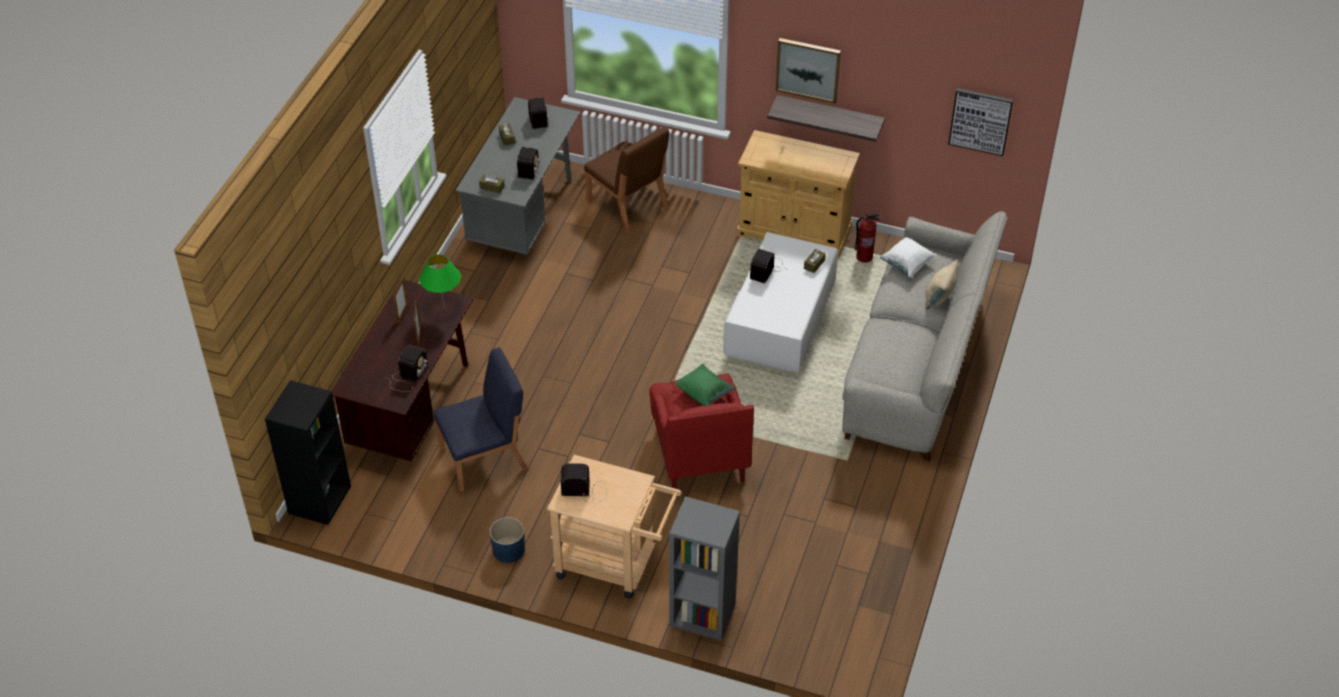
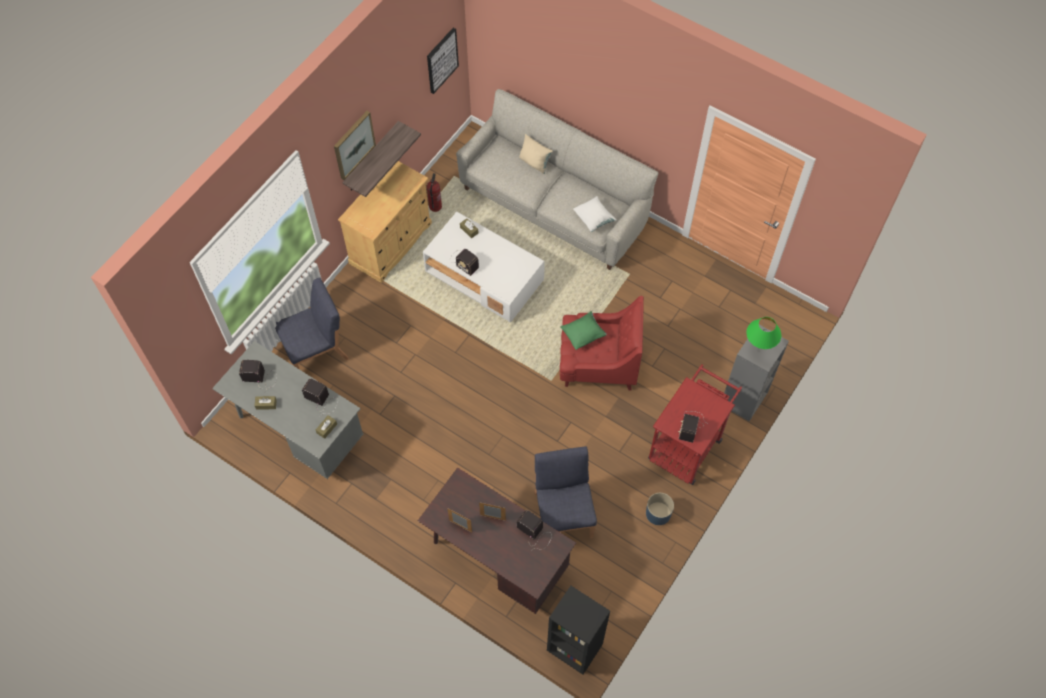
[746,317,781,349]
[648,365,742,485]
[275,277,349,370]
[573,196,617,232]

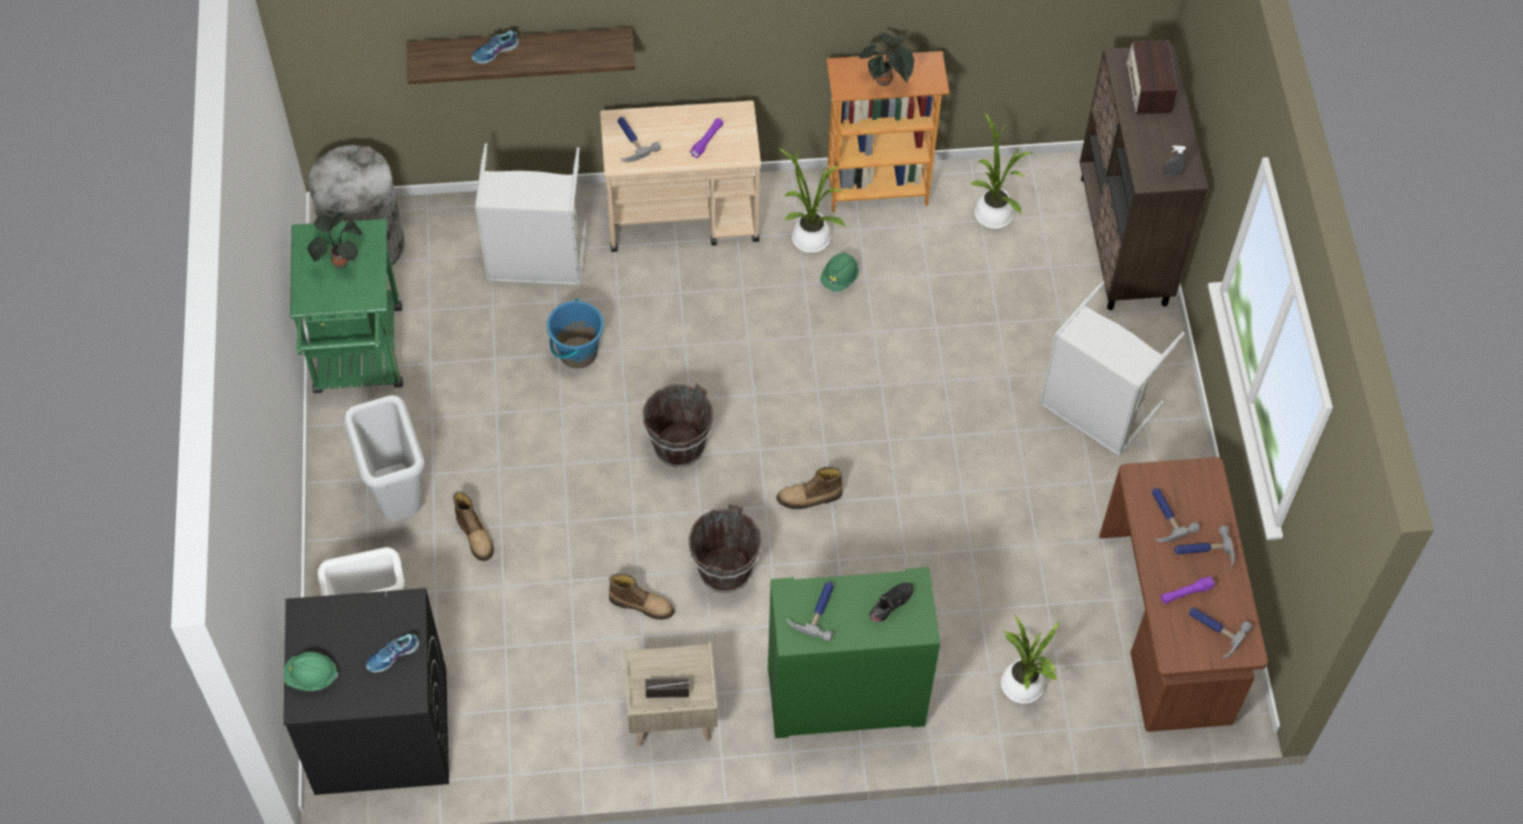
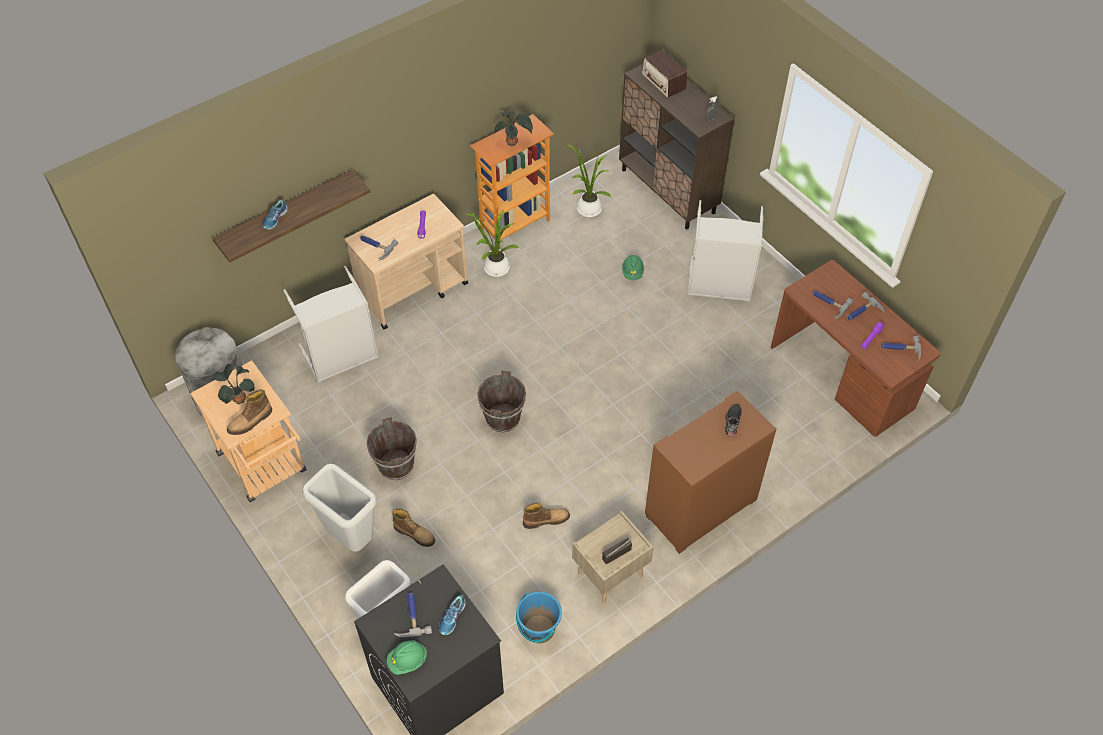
[190,360,307,502]
[516,592,562,643]
[366,417,417,480]
[645,391,776,554]
[227,389,272,435]
[395,592,432,638]
[622,255,644,280]
[1001,614,1060,704] (first image)

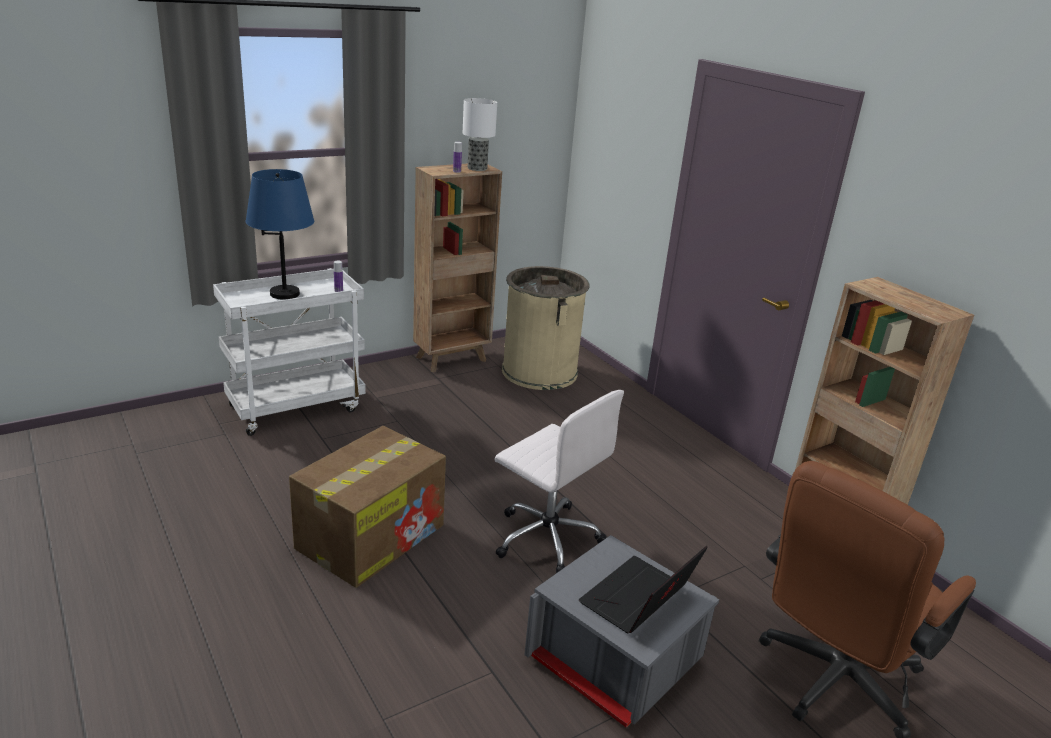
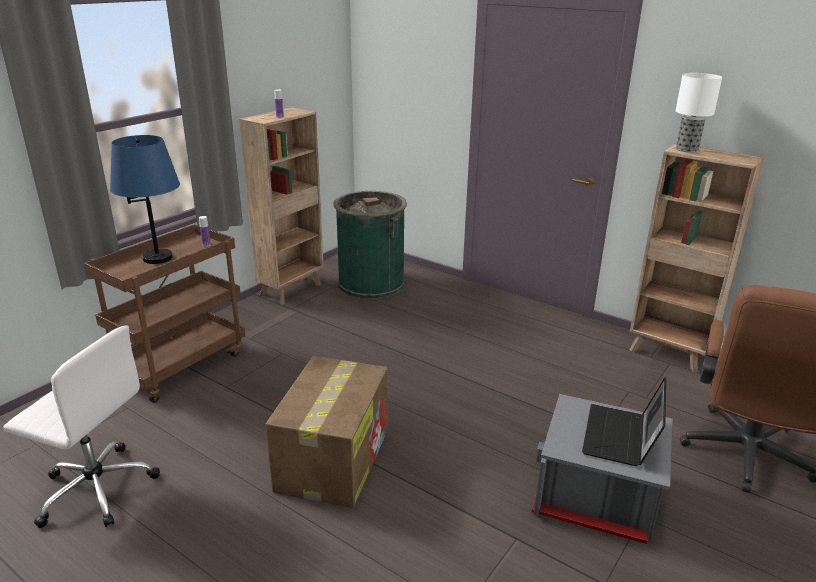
[84,224,245,403]
[676,73,722,153]
[3,325,160,528]
[333,191,407,299]

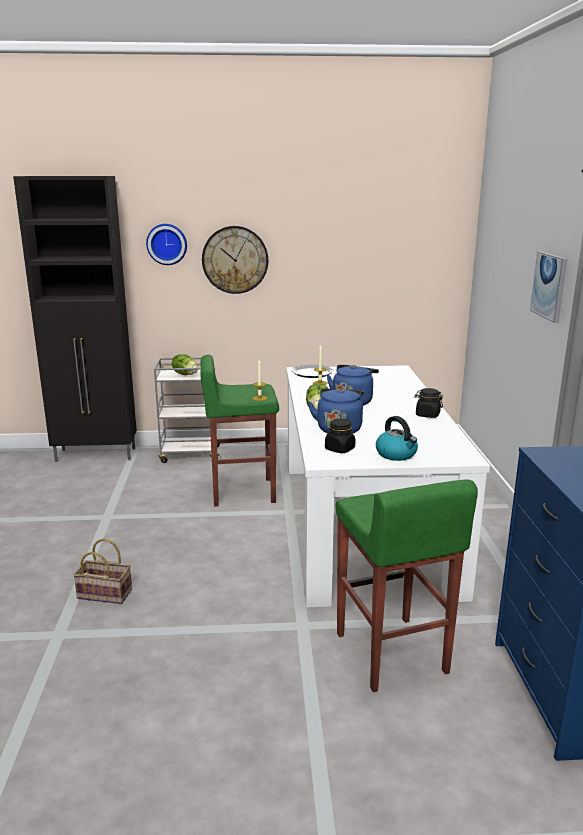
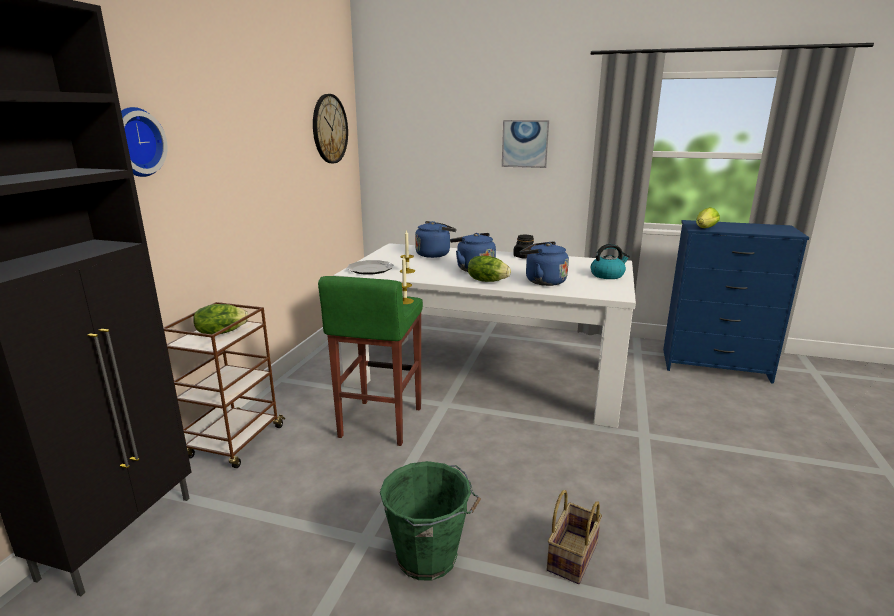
[163,302,285,468]
[313,94,348,163]
[325,419,356,453] (first image)
[335,479,478,692] (first image)
[380,461,481,580]
[415,221,456,258]
[696,207,720,228]

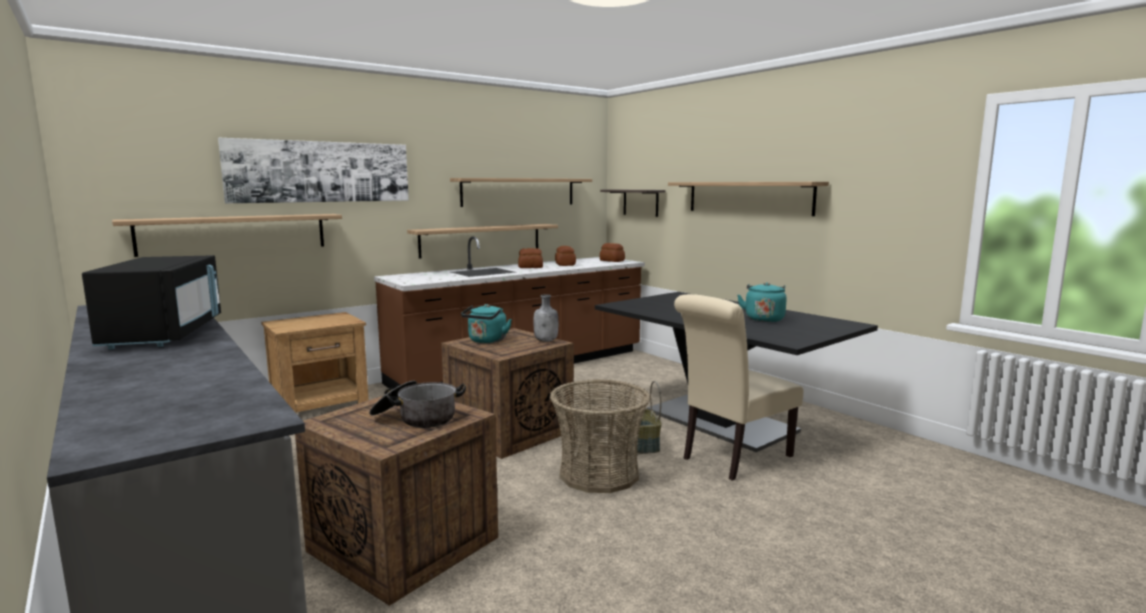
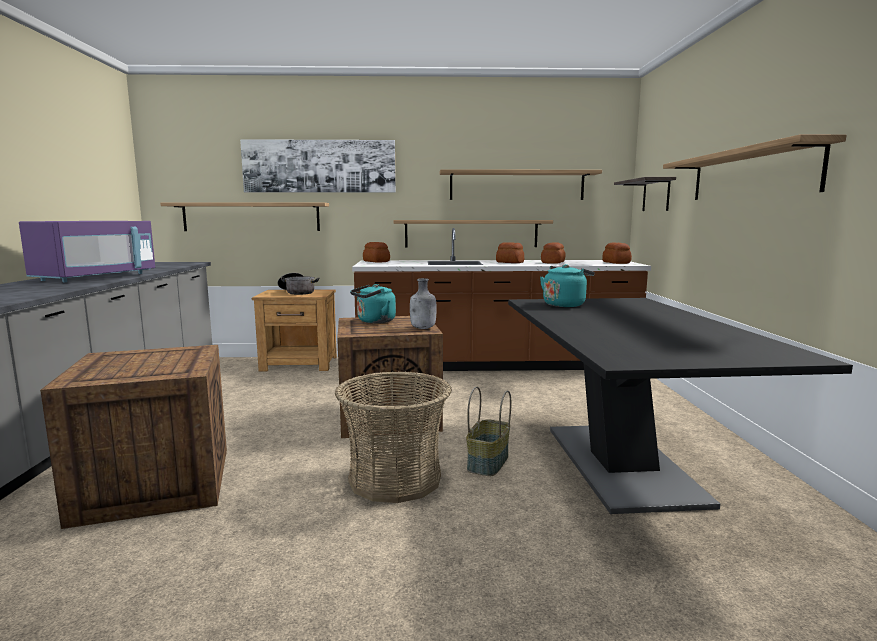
[19,221,155,282]
[278,273,319,295]
[674,294,803,481] (first image)
[540,264,595,307]
[363,242,390,263]

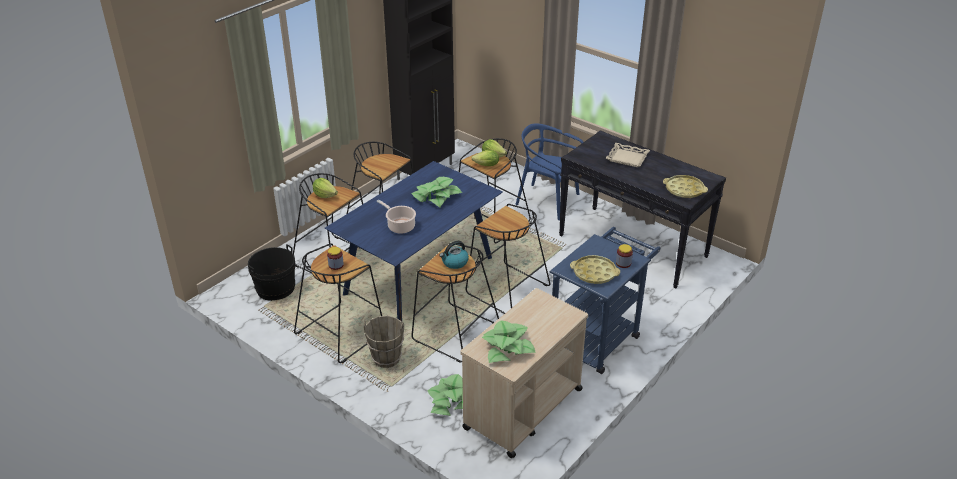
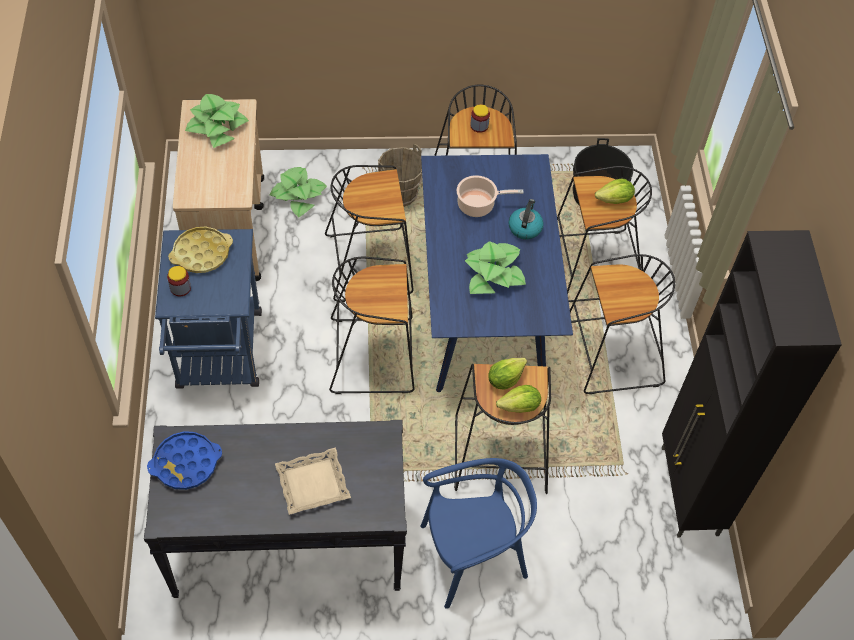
[508,199,544,240]
[147,431,222,490]

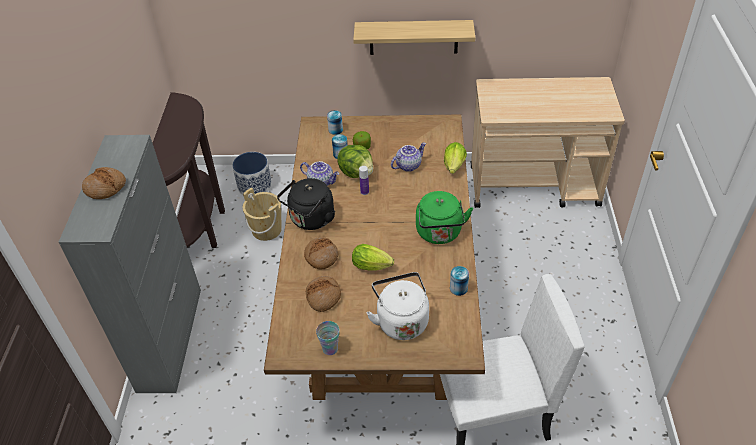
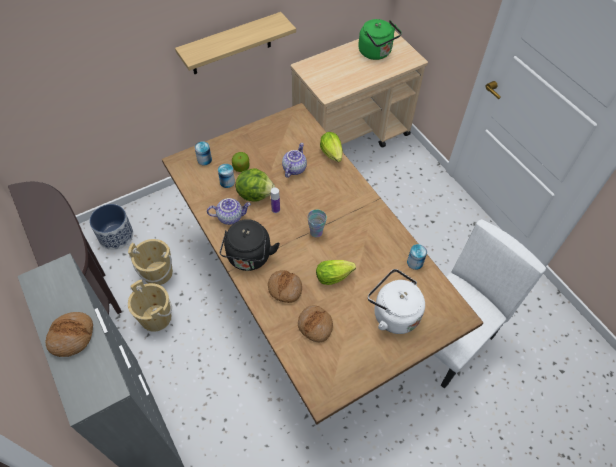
[307,209,327,237]
[358,19,402,60]
[128,279,172,332]

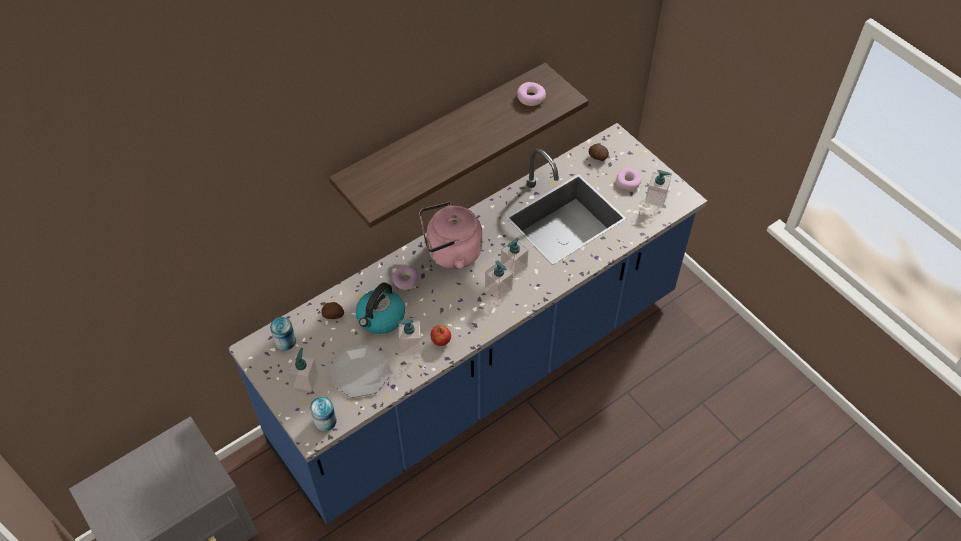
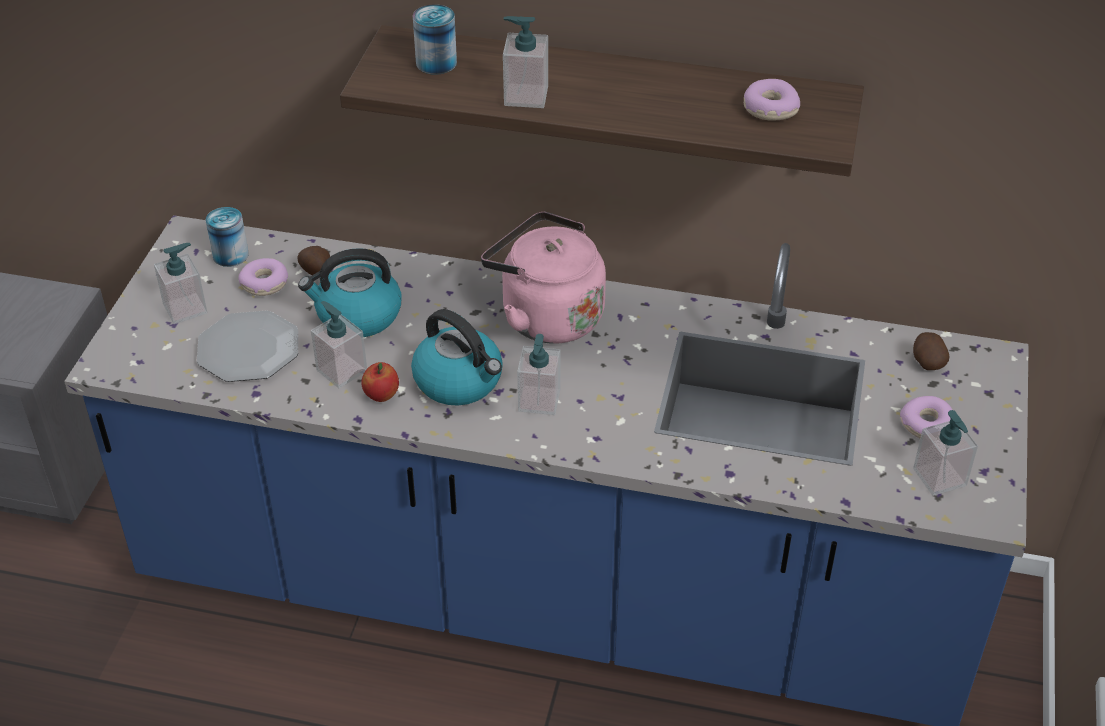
[413,4,457,75]
[238,258,288,296]
[503,16,548,108]
[411,309,503,405]

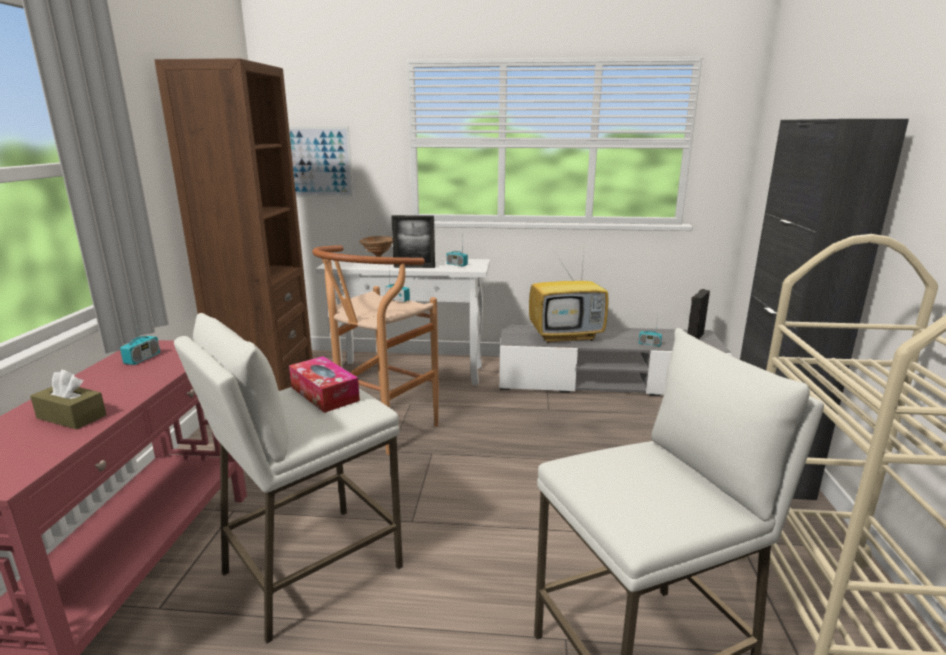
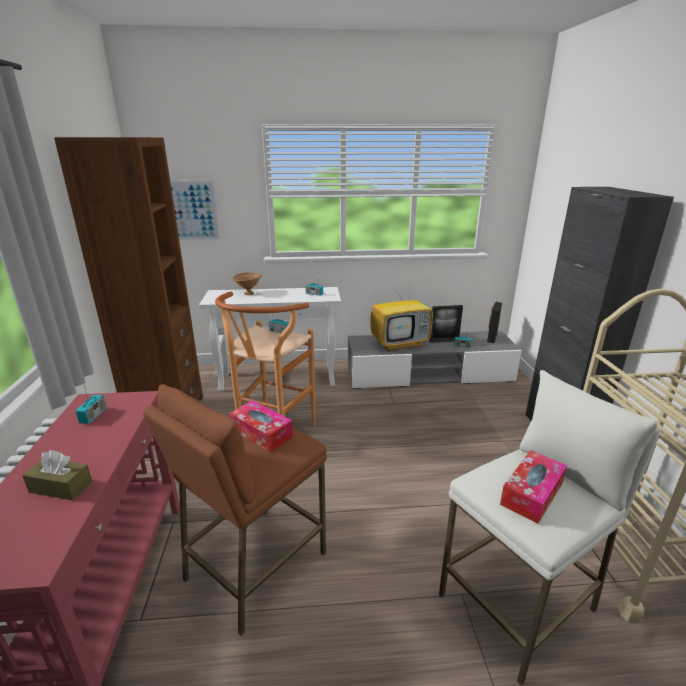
[143,384,327,636]
[429,305,463,343]
[500,450,567,524]

